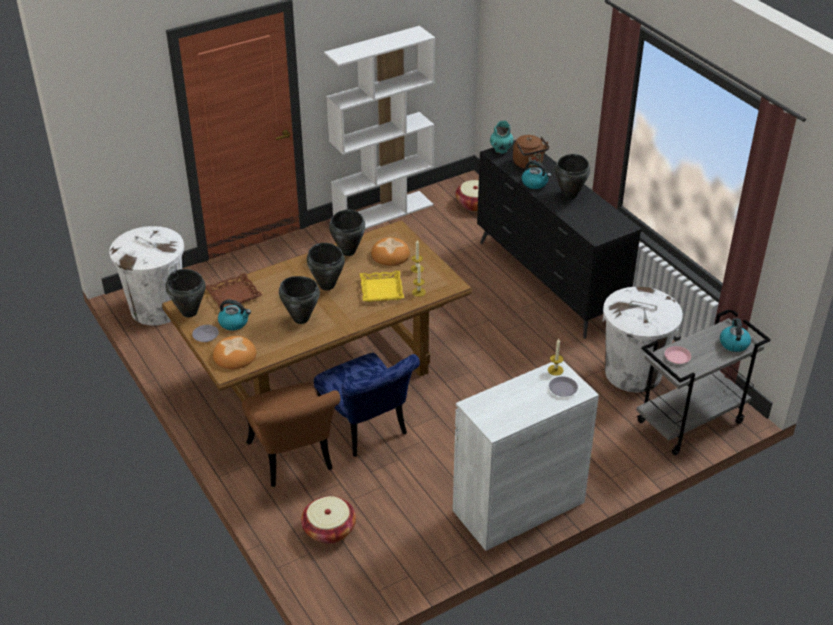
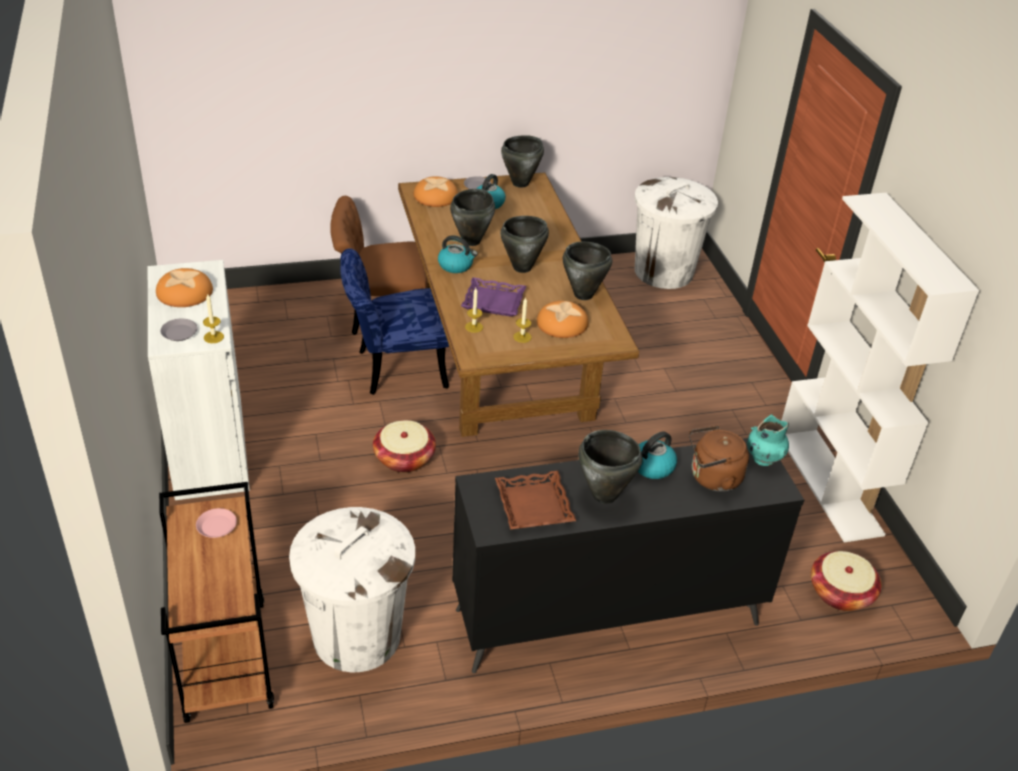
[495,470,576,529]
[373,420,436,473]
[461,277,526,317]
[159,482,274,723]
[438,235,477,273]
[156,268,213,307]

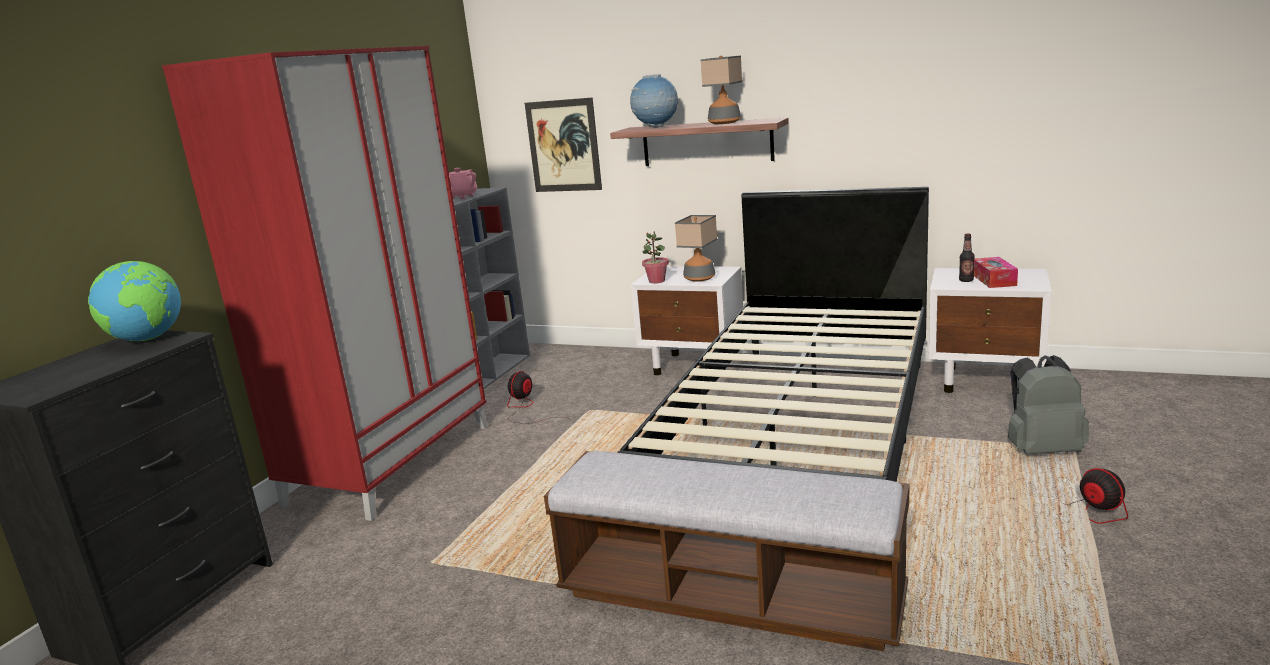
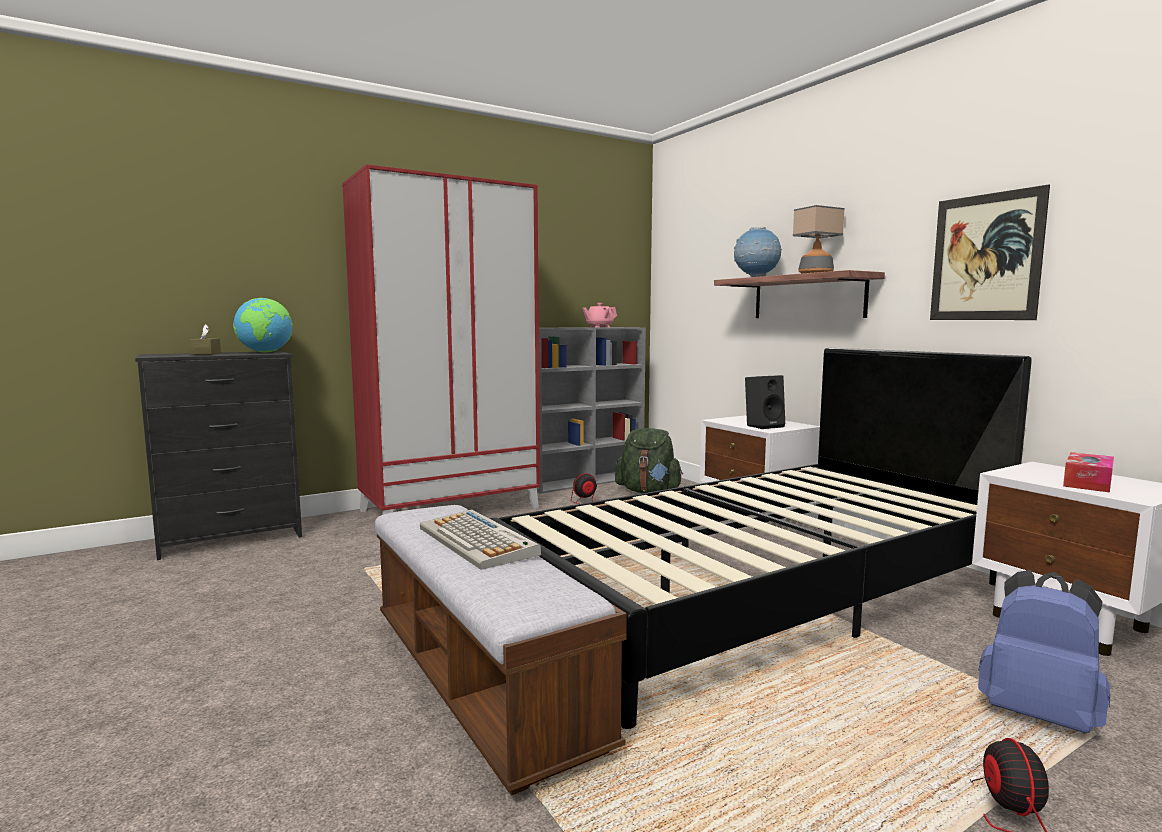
[930,184,1050,320]
[642,232,669,283] (first image)
[745,375,785,429]
[959,234,975,282] (first image)
[978,570,1110,733]
[190,324,221,355]
[420,509,541,570]
[615,428,683,493]

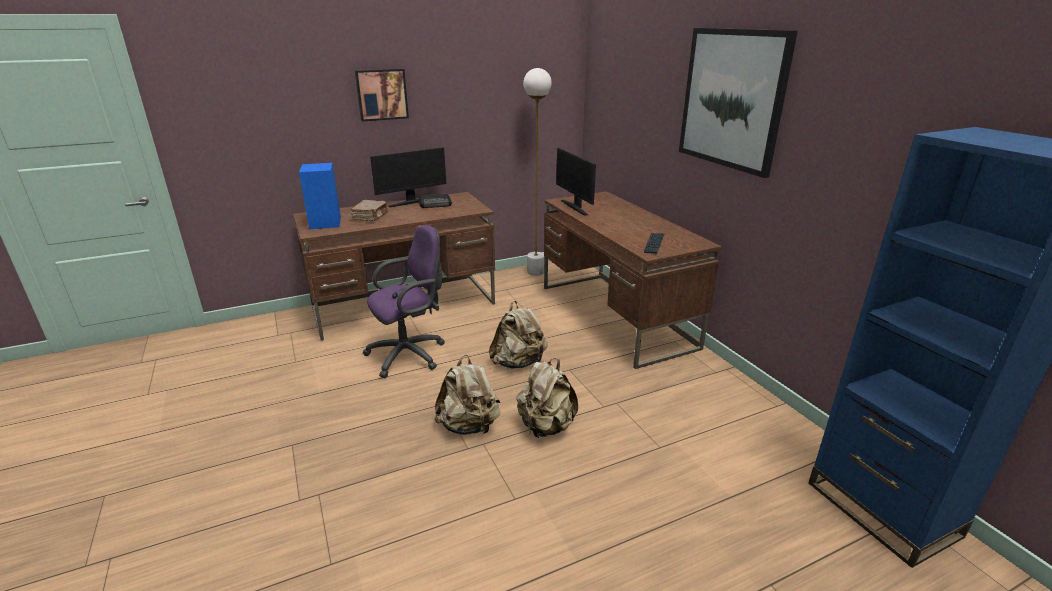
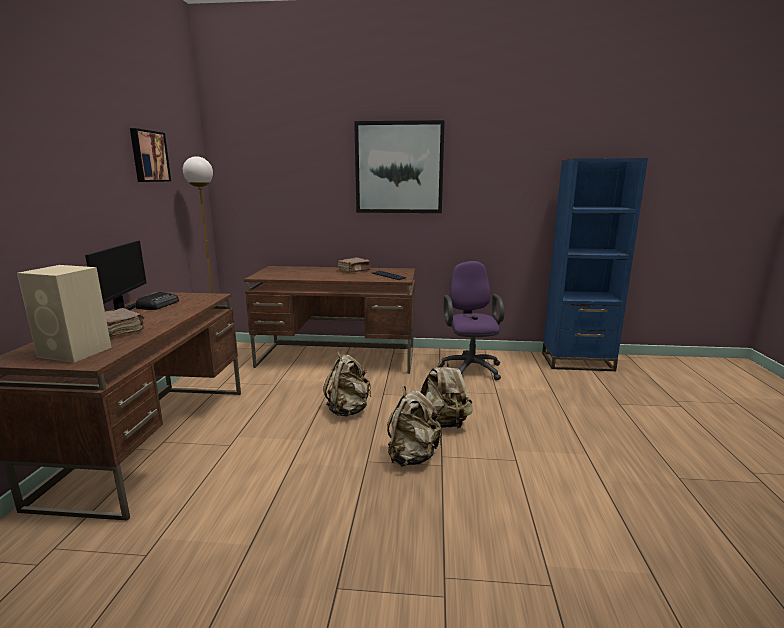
[17,265,111,363]
[130,128,171,182]
[438,261,505,381]
[556,148,596,216] (first image)
[338,257,370,272]

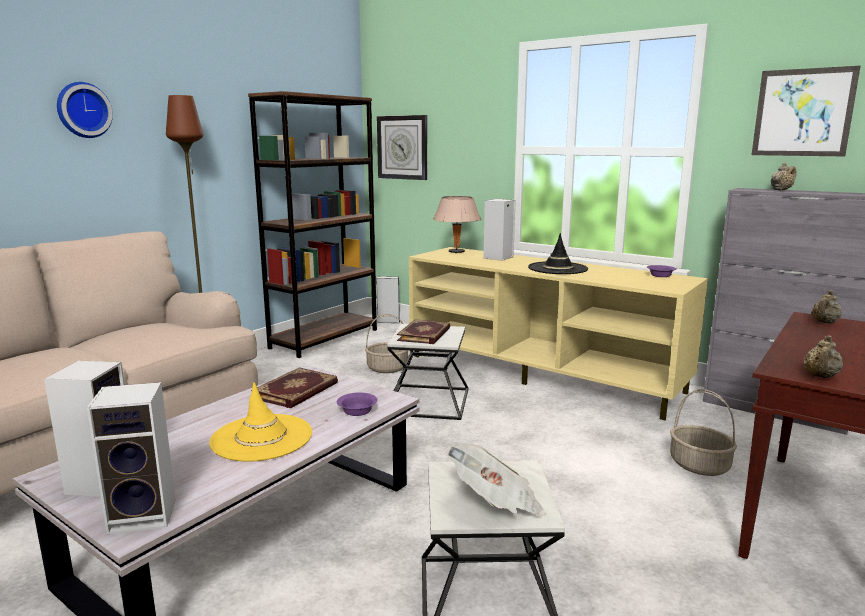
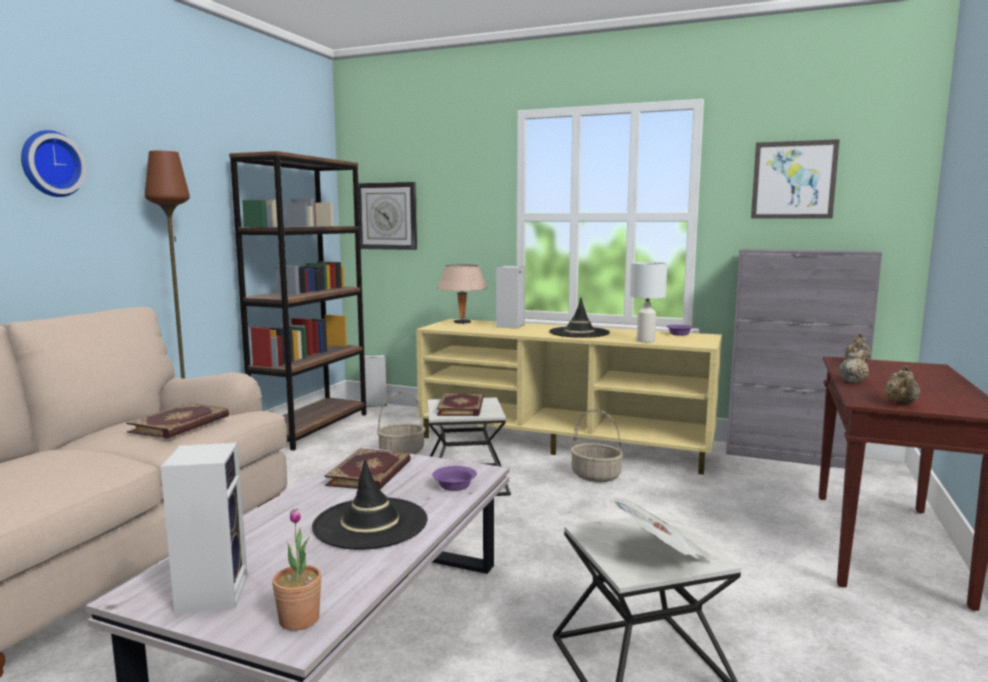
[272,508,322,631]
[312,459,427,550]
[570,409,623,482]
[839,348,869,383]
[126,403,229,439]
[630,262,667,343]

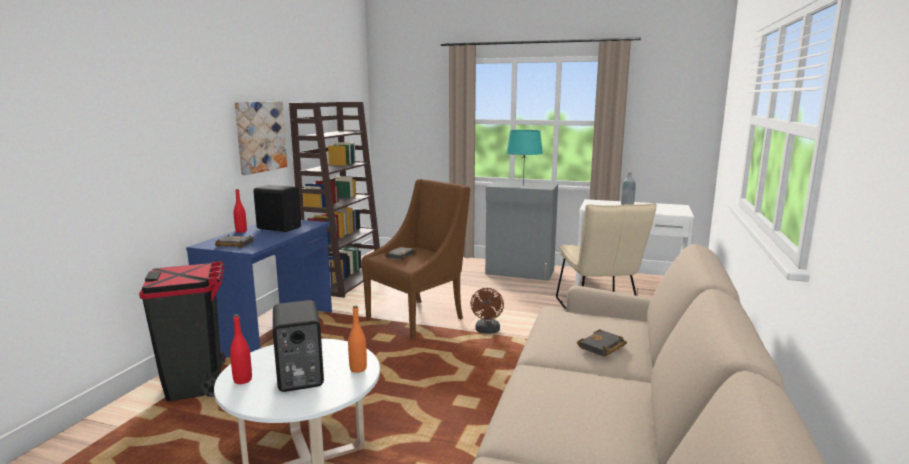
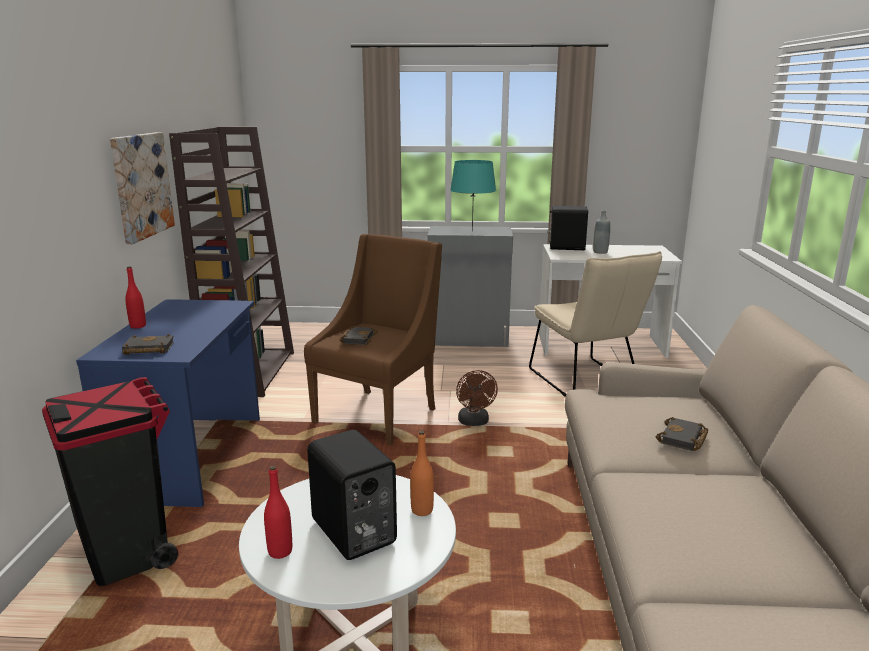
[548,206,588,250]

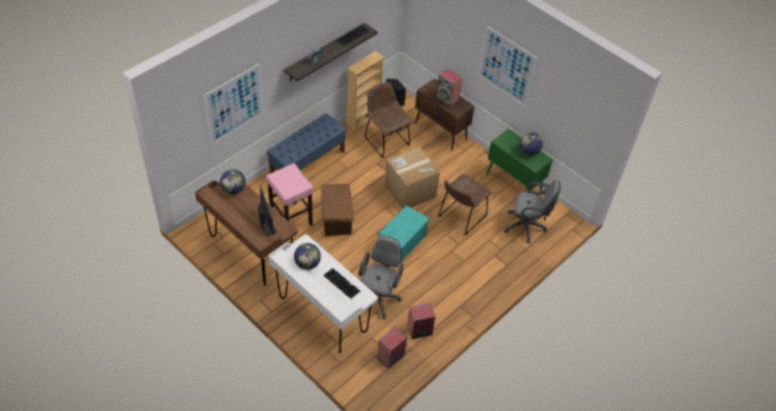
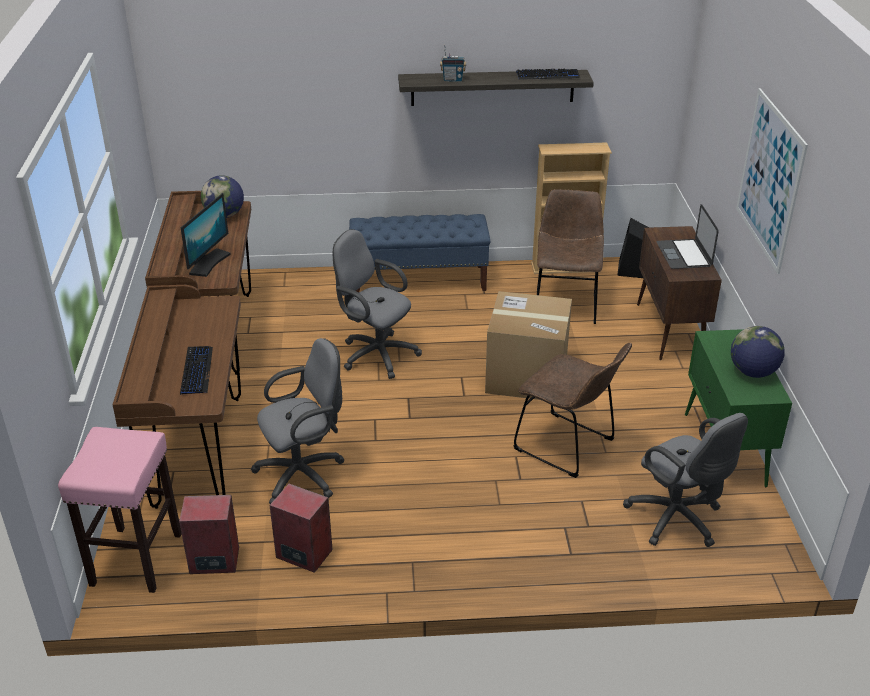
[204,64,264,145] (first image)
[58,427,182,593]
[113,285,241,509]
[294,243,321,270] (first image)
[333,229,422,379]
[378,205,430,263] (first image)
[657,204,719,269]
[513,343,632,478]

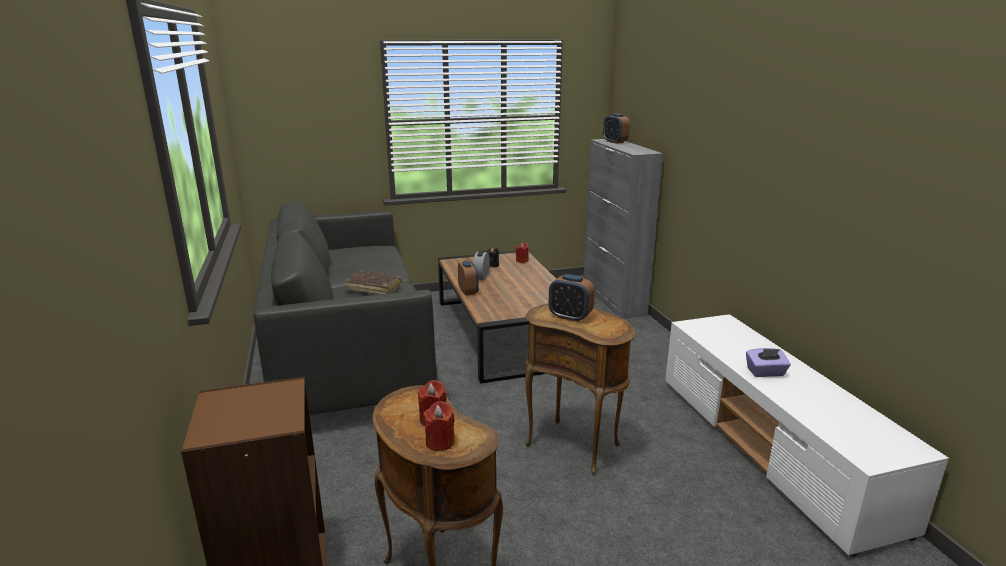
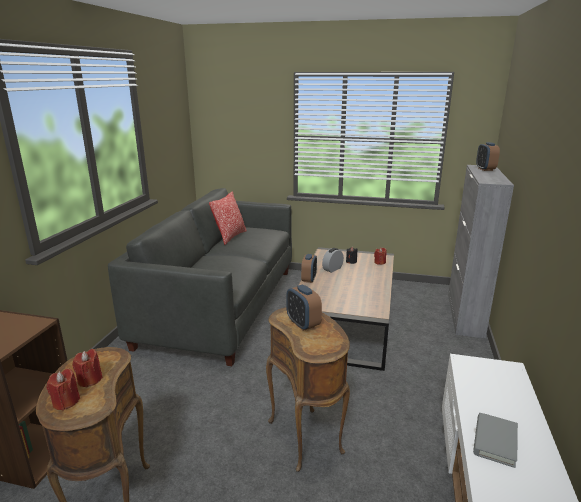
[345,271,402,295] (first image)
[473,413,518,468]
[209,191,247,245]

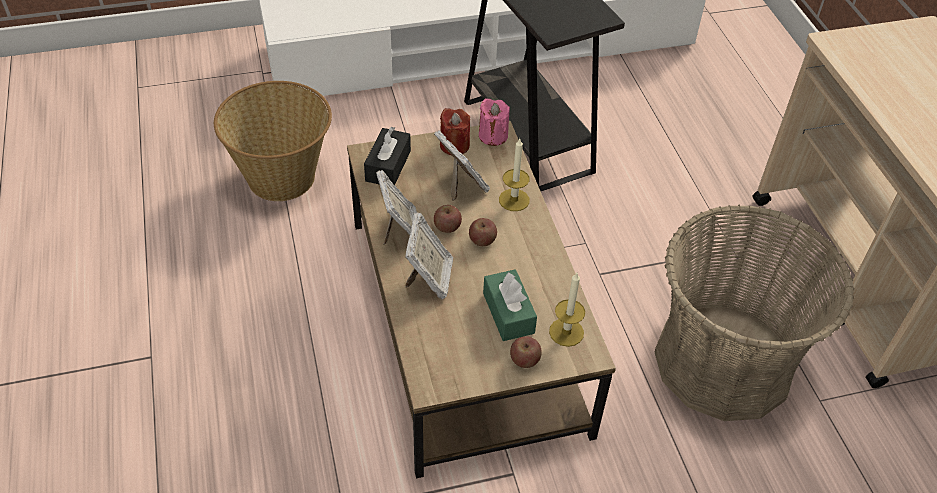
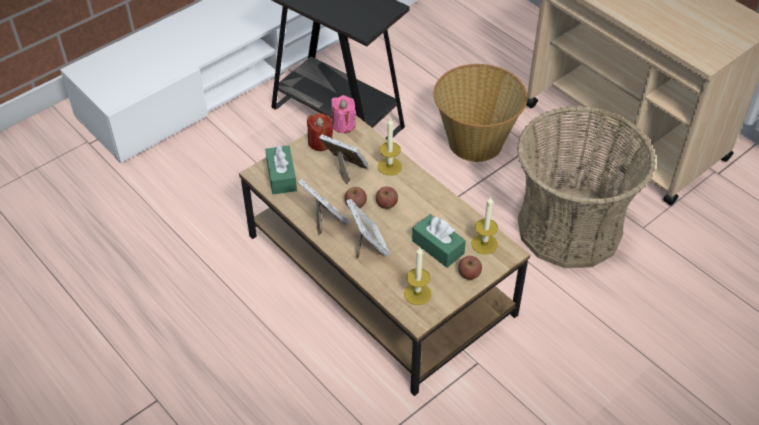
[433,64,528,162]
[265,145,297,195]
[404,247,431,305]

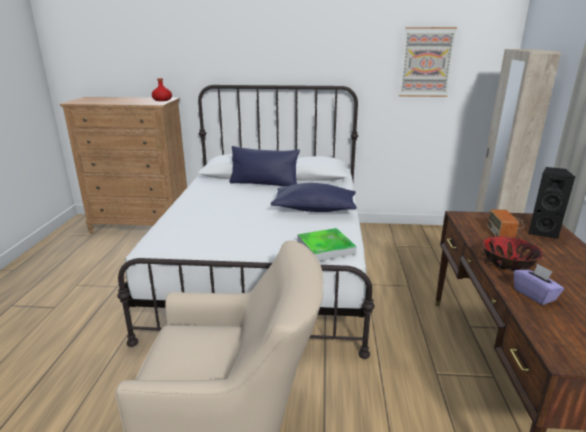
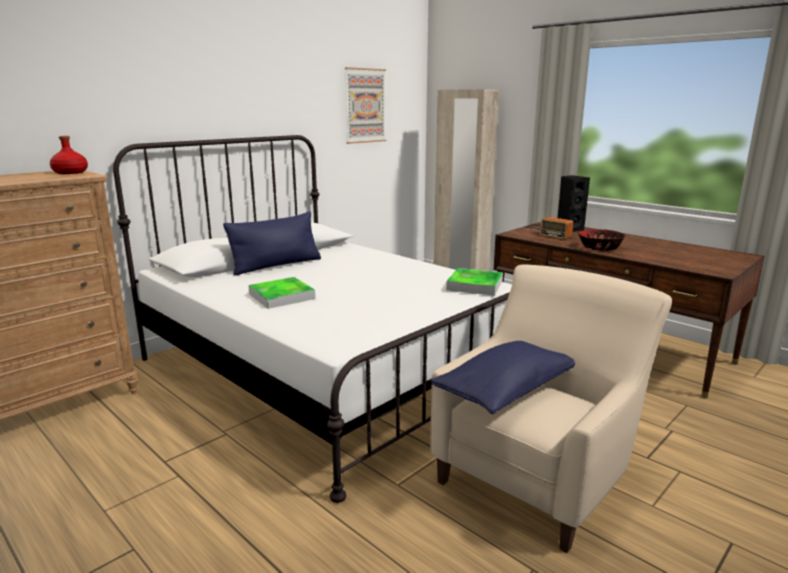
[430,341,575,414]
[514,263,564,305] (first image)
[248,277,315,309]

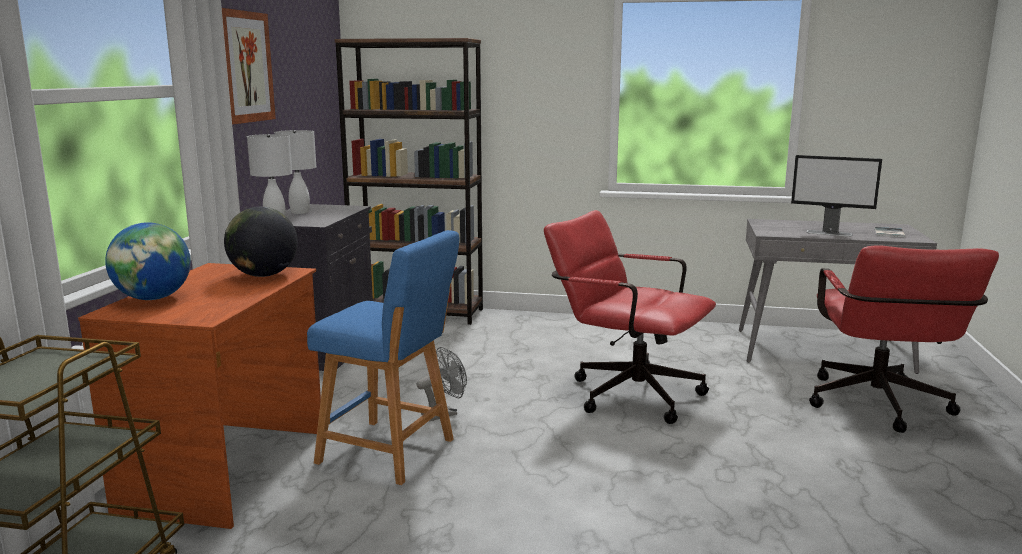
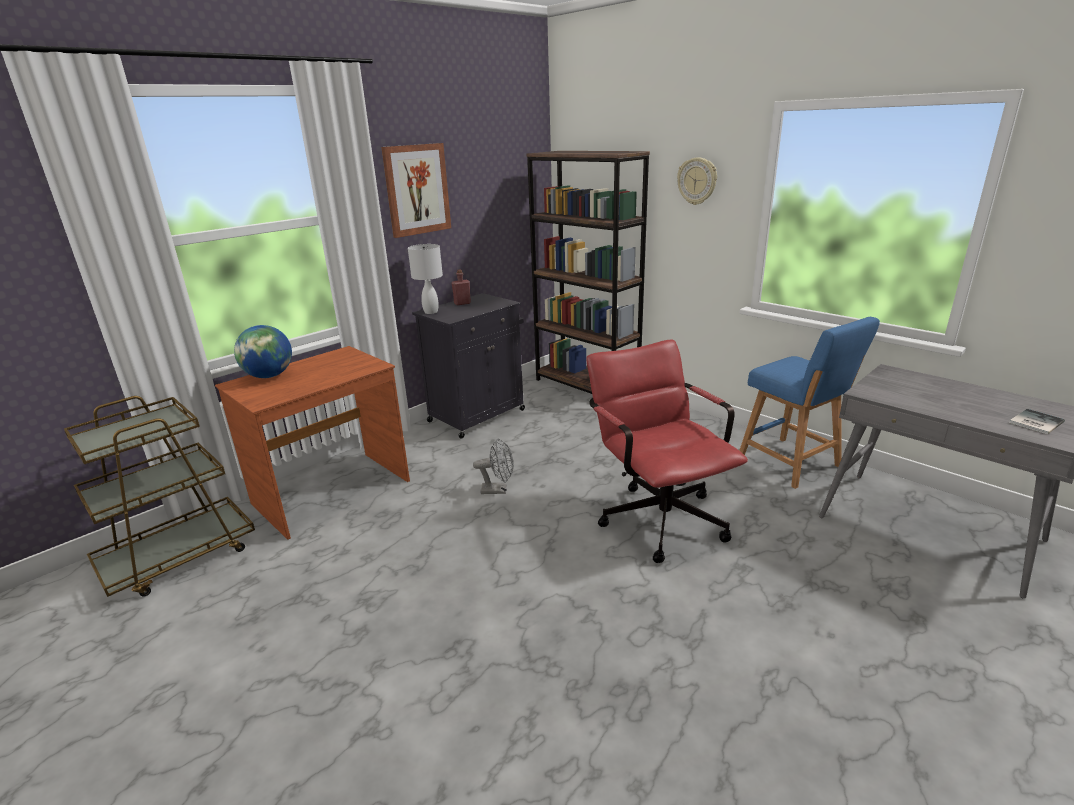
[224,207,298,277] (first image)
[451,269,471,305]
[739,317,880,489]
[791,155,882,237] (first image)
[809,245,999,433] (first image)
[677,157,717,205]

